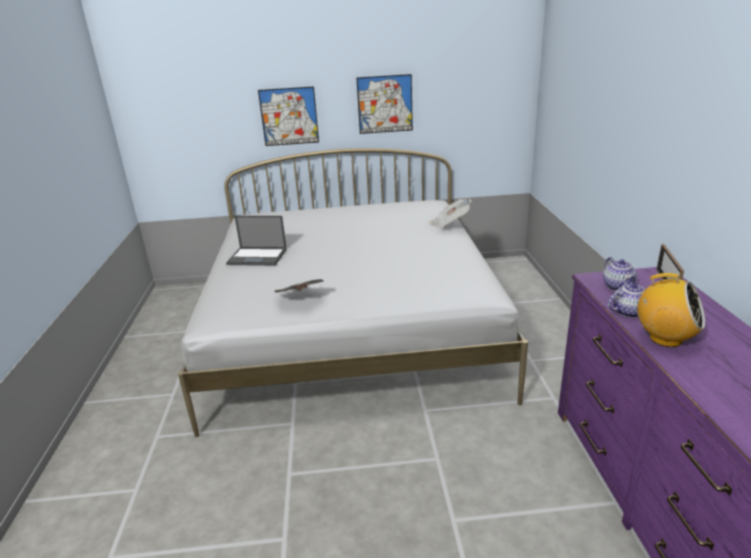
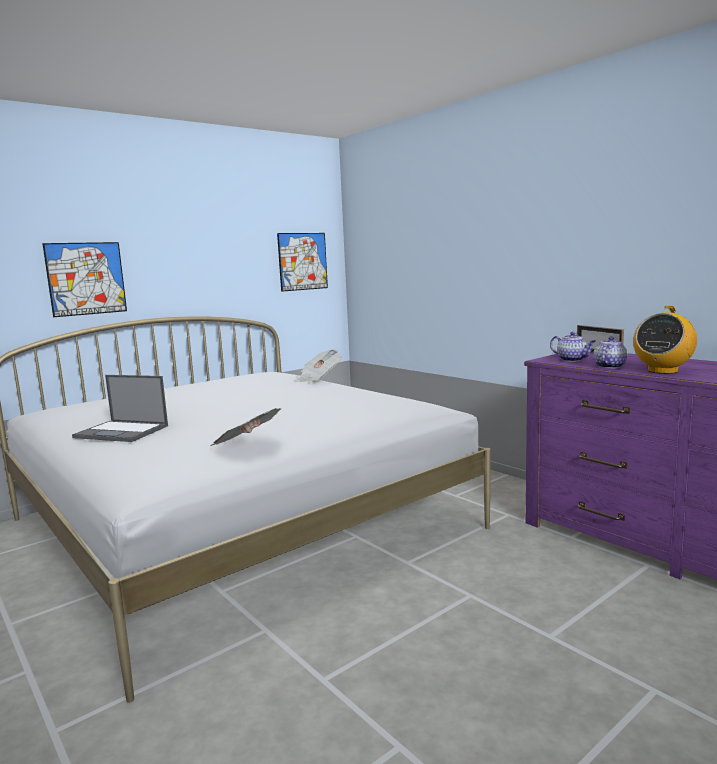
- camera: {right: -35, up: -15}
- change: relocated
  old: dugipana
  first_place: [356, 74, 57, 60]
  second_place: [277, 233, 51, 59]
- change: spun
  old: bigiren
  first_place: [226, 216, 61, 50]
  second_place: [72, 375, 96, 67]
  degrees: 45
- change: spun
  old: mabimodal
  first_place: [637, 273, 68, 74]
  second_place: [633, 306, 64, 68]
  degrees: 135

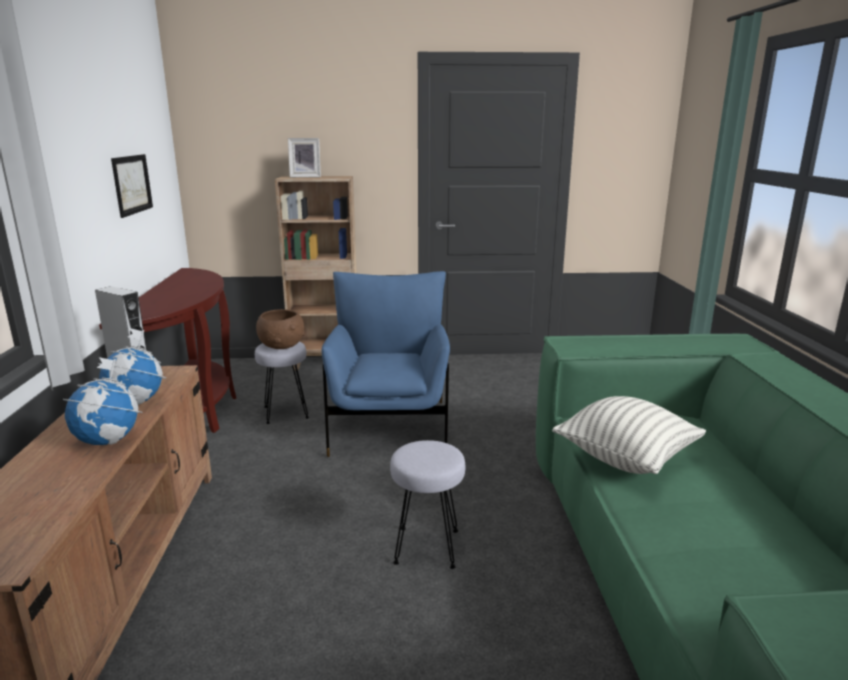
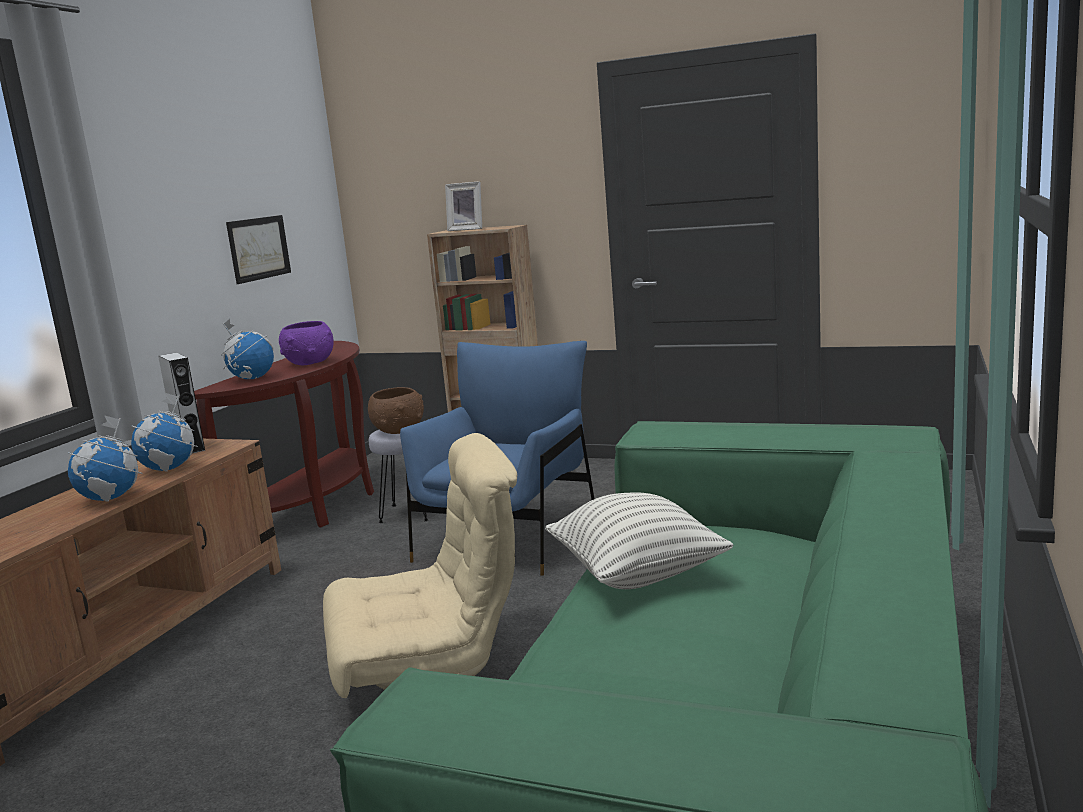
- camera: {right: 25, up: -5}
- change: appeared
  new: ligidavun
  second_place: [221, 319, 53, 60]
- change: appeared
  new: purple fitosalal
  second_place: [279, 321, 55, 44]
- change: exchanged
  old: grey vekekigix
  new: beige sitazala
  first_place: [390, 440, 75, 129]
  second_place: [323, 433, 194, 265]

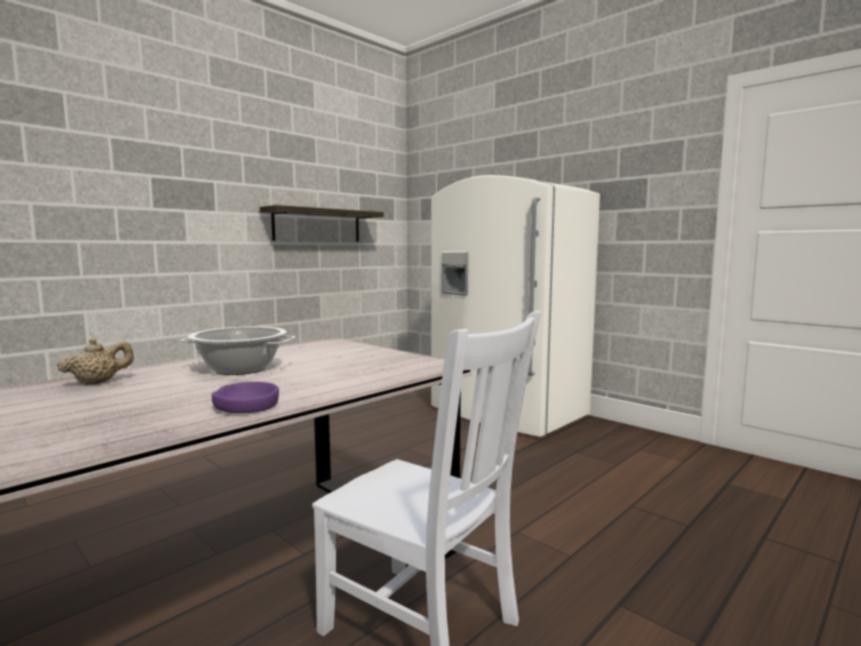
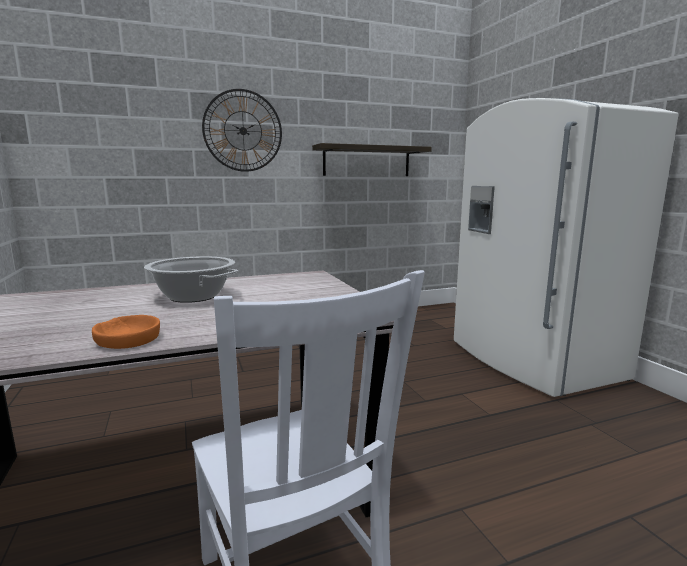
- camera: {right: 25, up: 5}
- change: missing
  old: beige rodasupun
  first_place: [56, 338, 77, 47]
- change: appeared
  new: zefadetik
  second_place: [202, 89, 80, 83]
- change: colour
  old: purple fitosalal
  new: orange fitosalal
  first_place: [212, 382, 67, 31]
  second_place: [92, 315, 68, 34]

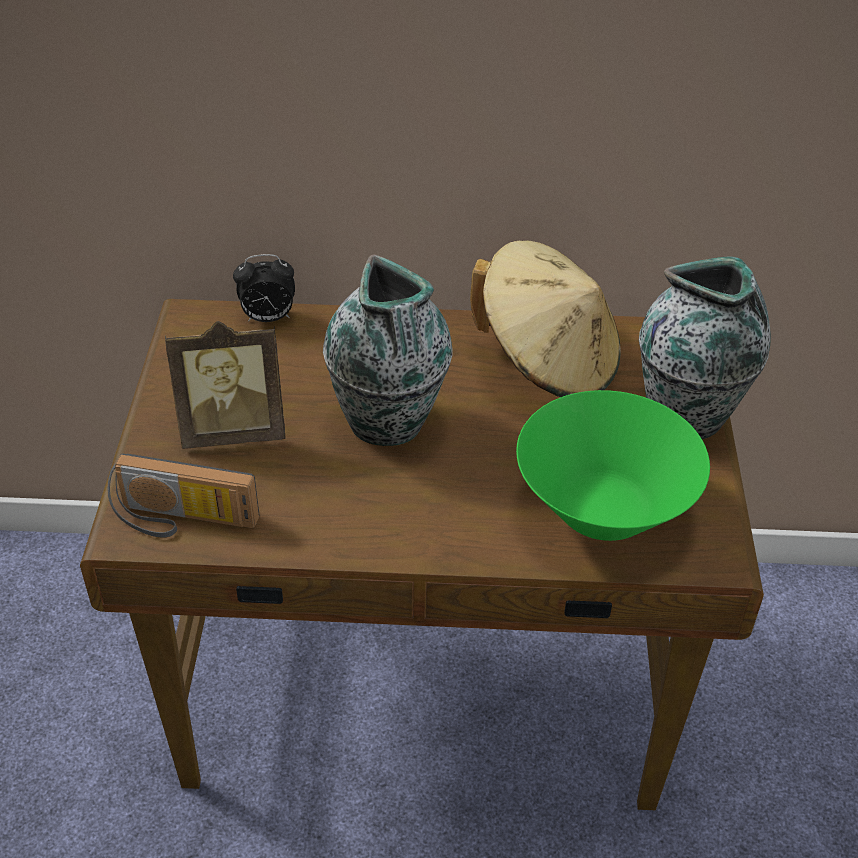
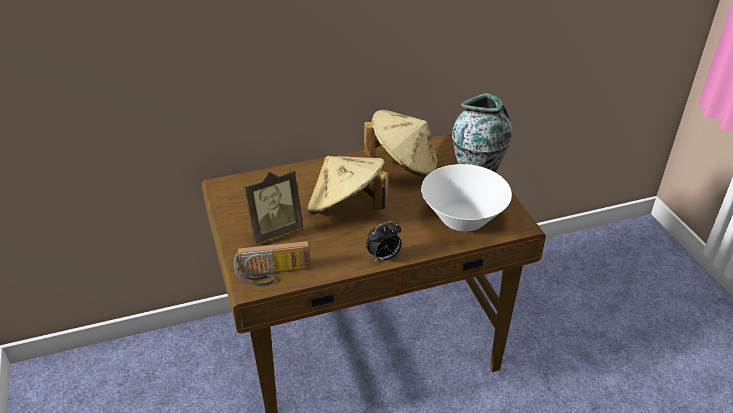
- camera: {right: -20, up: -5}
- change: relocated
  old: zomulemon
  first_place: [233, 254, 62, 68]
  second_place: [366, 221, 36, 41]
- change: exchanged
  old: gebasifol
  new: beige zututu
  first_place: [323, 255, 130, 191]
  second_place: [307, 156, 81, 58]
- change: colour
  old: green fitosalal
  new: white fitosalal
  first_place: [516, 390, 194, 151]
  second_place: [421, 164, 91, 68]

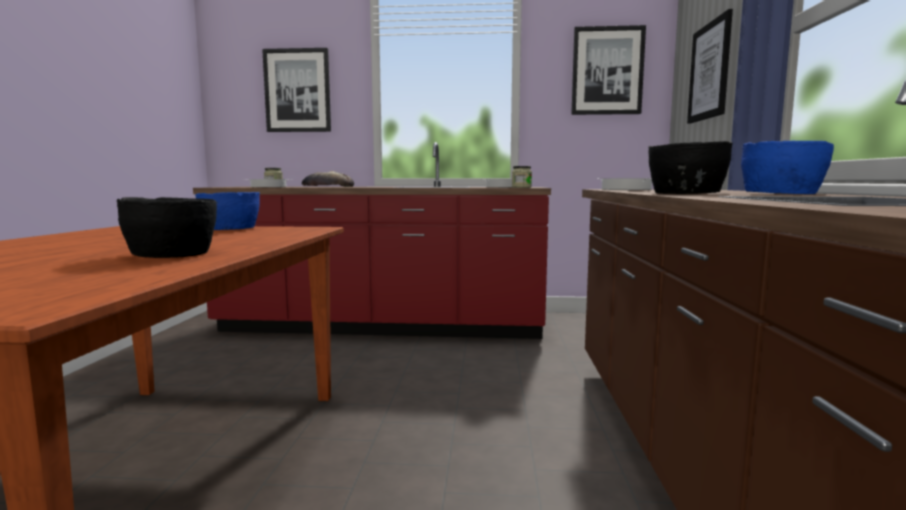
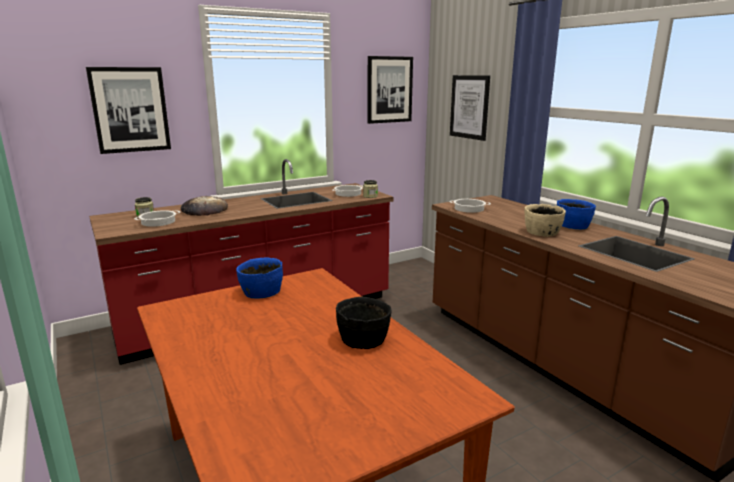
- camera: {right: -35, up: 10}
- change: colour
  old: black fitosalal
  new: beige fitosalal
  first_place: [648, 141, 85, 53]
  second_place: [524, 204, 42, 33]

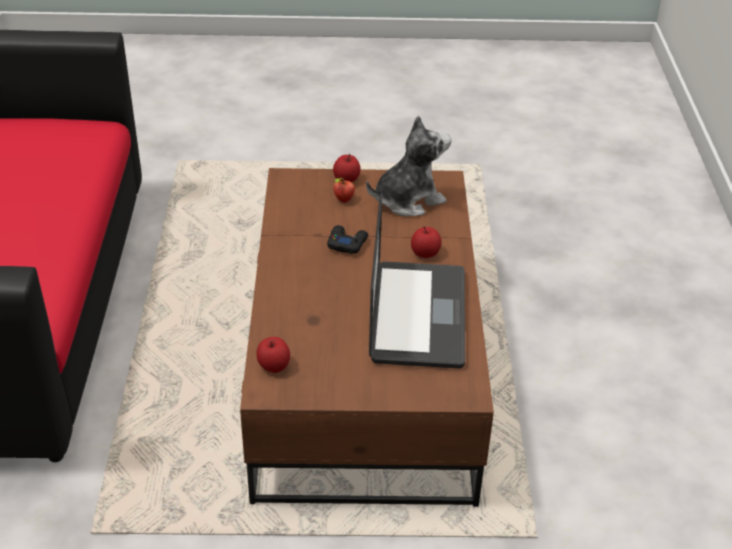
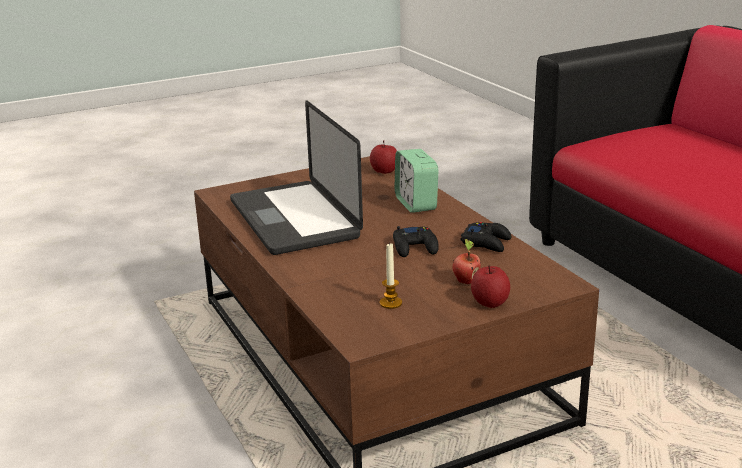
- camera: {right: 155, up: -15}
- change: missing
  old: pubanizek
  first_place: [411, 226, 31, 32]
- change: appeared
  new: zomulemon
  second_place: [395, 149, 43, 64]
- change: appeared
  new: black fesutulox
  second_place: [461, 222, 50, 30]
- change: exchanged
  old: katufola
  new: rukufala
  first_place: [366, 115, 85, 102]
  second_place: [380, 242, 22, 67]

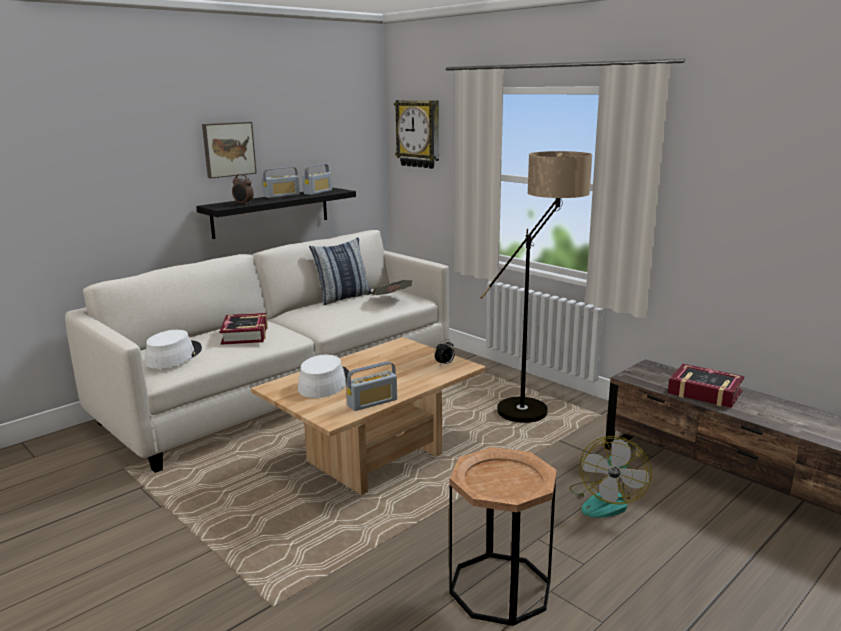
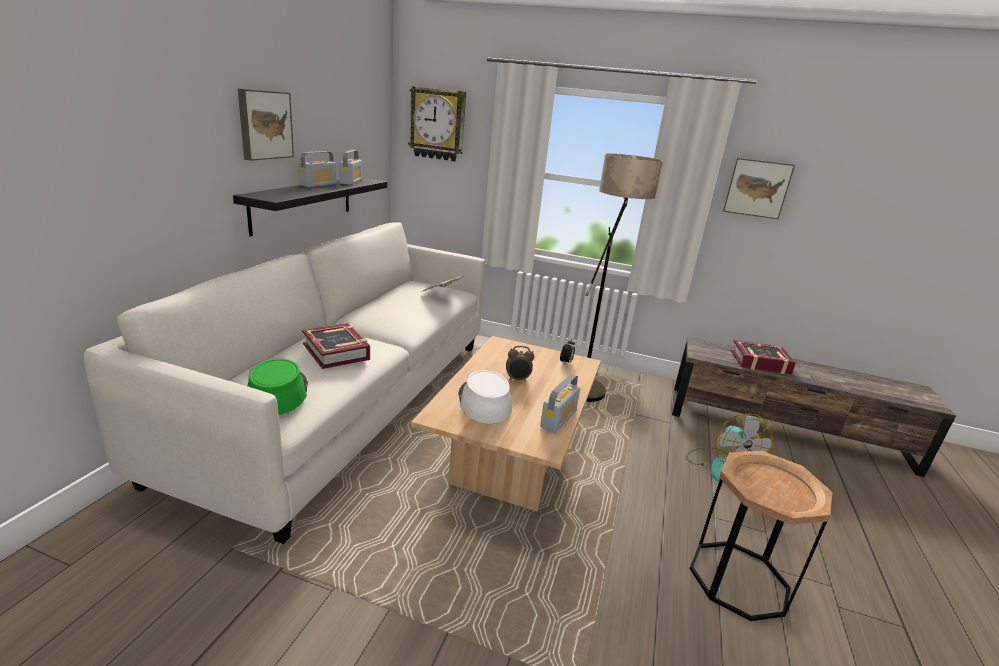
- camera: {right: -30, up: 5}
- change: missing
  old: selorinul
  first_place: [309, 237, 63, 68]
- change: appeared
  new: dugipana
  second_place: [723, 158, 72, 61]
- change: relocated
  old: zomulemon
  first_place: [232, 174, 22, 31]
  second_place: [506, 346, 29, 36]
- change: colour
  old: white zututu
  new: green zututu
  first_place: [145, 330, 57, 39]
  second_place: [247, 359, 61, 56]

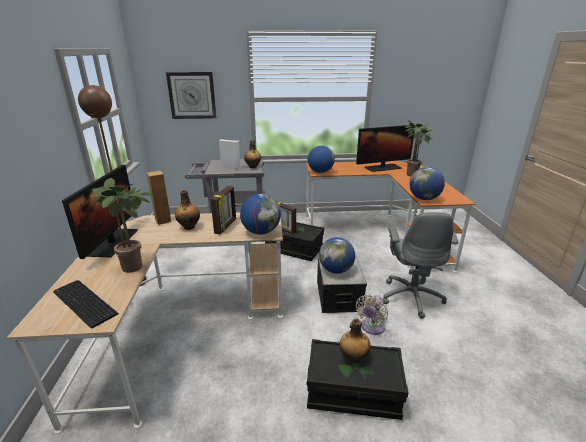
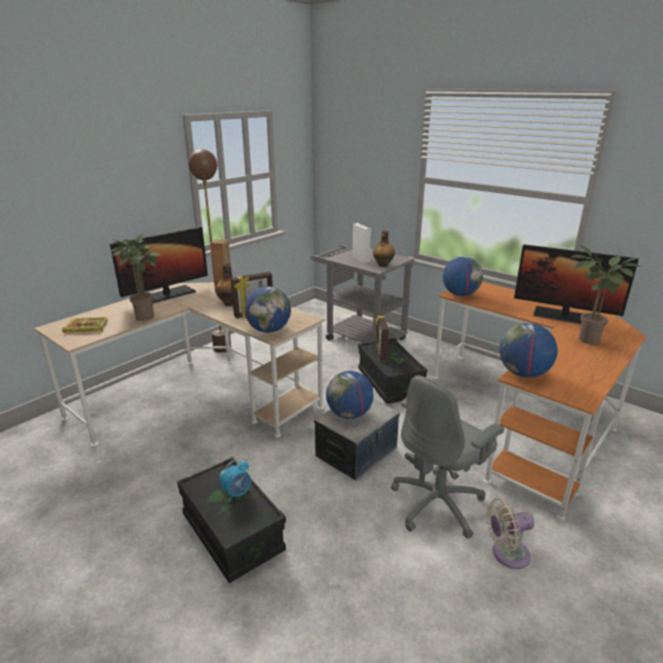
- camera: {right: 45, up: 0}
- change: missing
  old: zefadetik
  first_place: [166, 72, 51, 47]
- change: relocated
  old: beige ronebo
  first_place: [356, 295, 32, 40]
  second_place: [486, 499, 48, 70]
- change: exchanged
  old: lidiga
  new: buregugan
  first_place: [53, 280, 66, 49]
  second_place: [62, 317, 47, 16]
- change: exchanged
  old: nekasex
  new: zomulemon
  first_place: [339, 318, 32, 45]
  second_place: [219, 460, 32, 42]

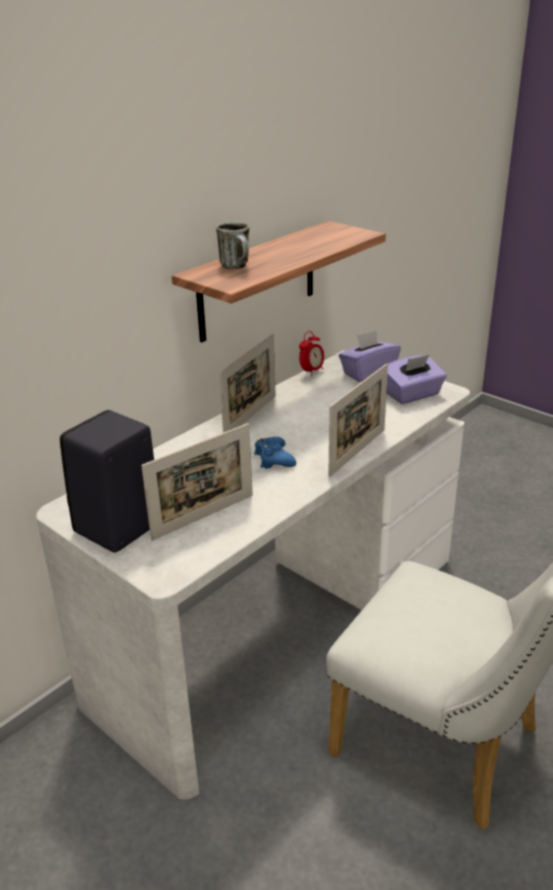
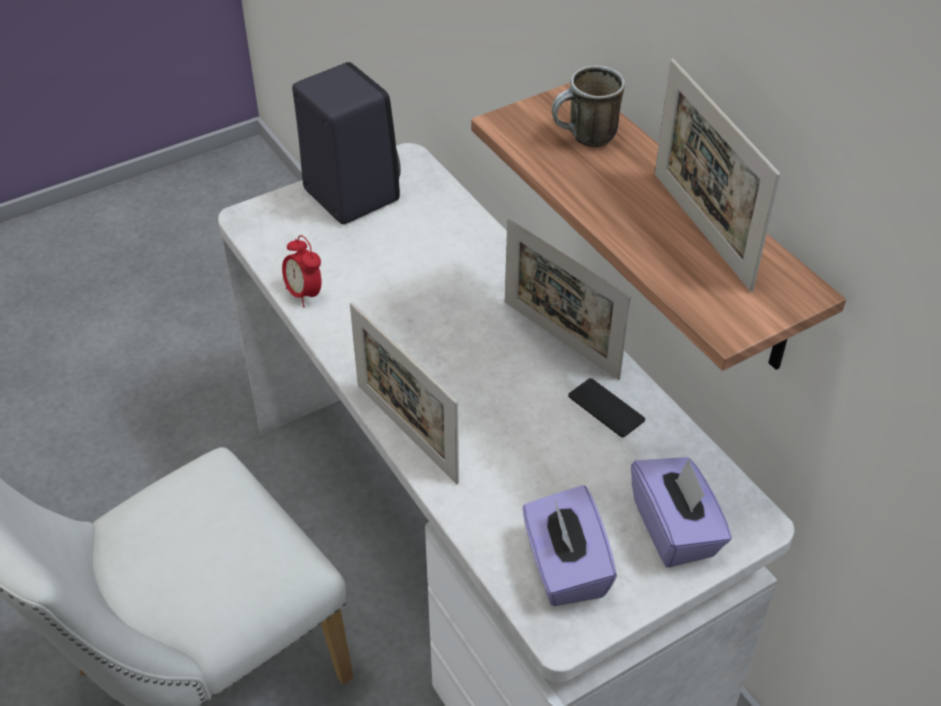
- camera: {right: 105, up: 15}
- change: missing
  old: blue fesutulox
  first_place: [254, 437, 42, 32]
- change: appeared
  new: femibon
  second_place: [568, 378, 77, 59]
- change: relocated
  old: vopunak
  first_place: [141, 423, 112, 118]
  second_place: [655, 59, 125, 233]
- change: relocated
  old: zomulemon
  first_place: [299, 331, 25, 45]
  second_place: [282, 235, 39, 72]

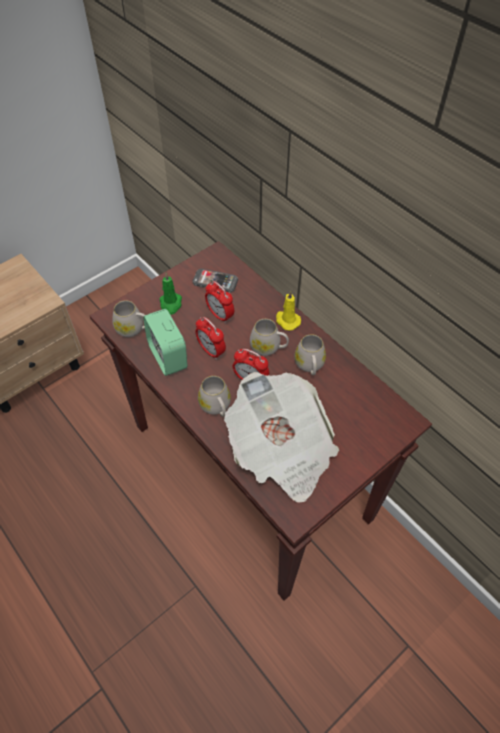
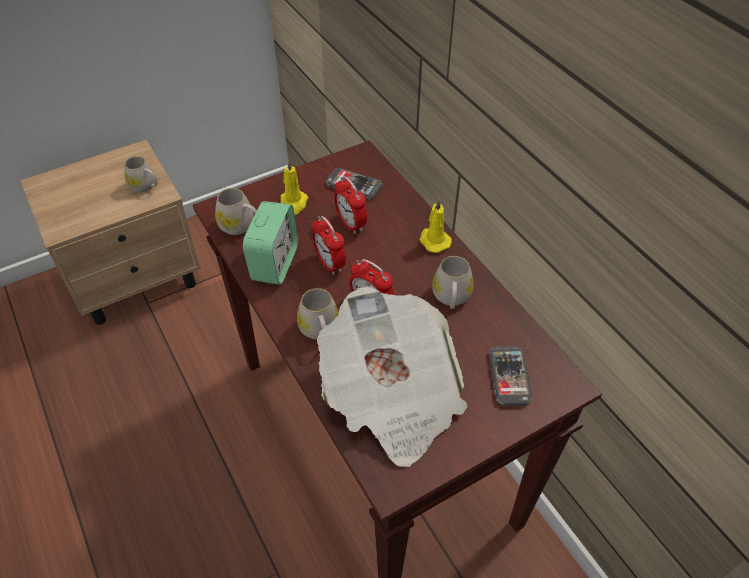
- camera: {right: 10, up: -5}
- change: appeared
  new: femibon
  second_place: [489, 346, 43, 60]
- change: relocated
  old: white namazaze
  first_place: [250, 319, 39, 37]
  second_place: [124, 156, 34, 37]
- change: colour
  old: green rukufala
  new: yellow rukufala
  first_place: [159, 273, 23, 42]
  second_place: [280, 160, 28, 55]
- change: spun
  old: zomulemon
  first_place: [143, 309, 45, 67]
  second_place: [243, 201, 55, 84]
  degrees: -150

